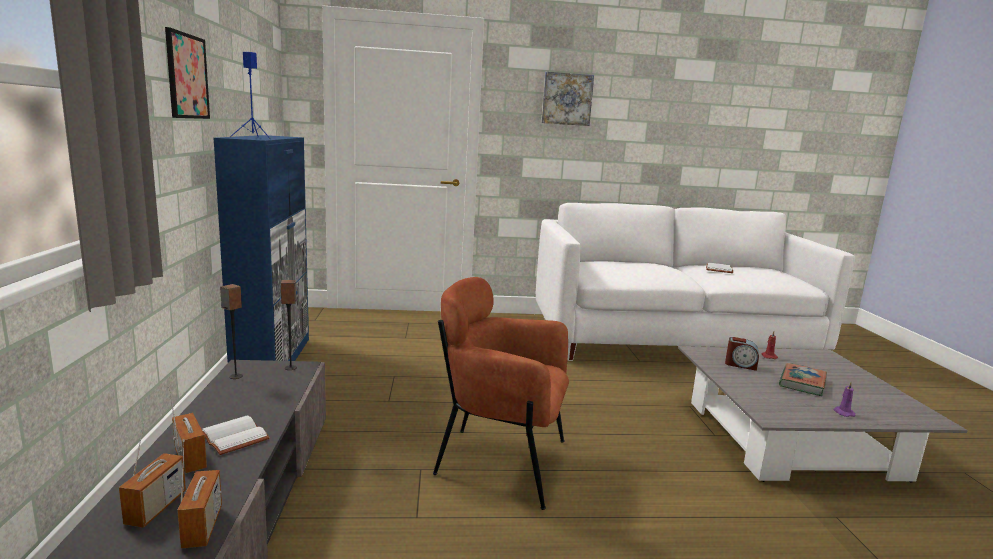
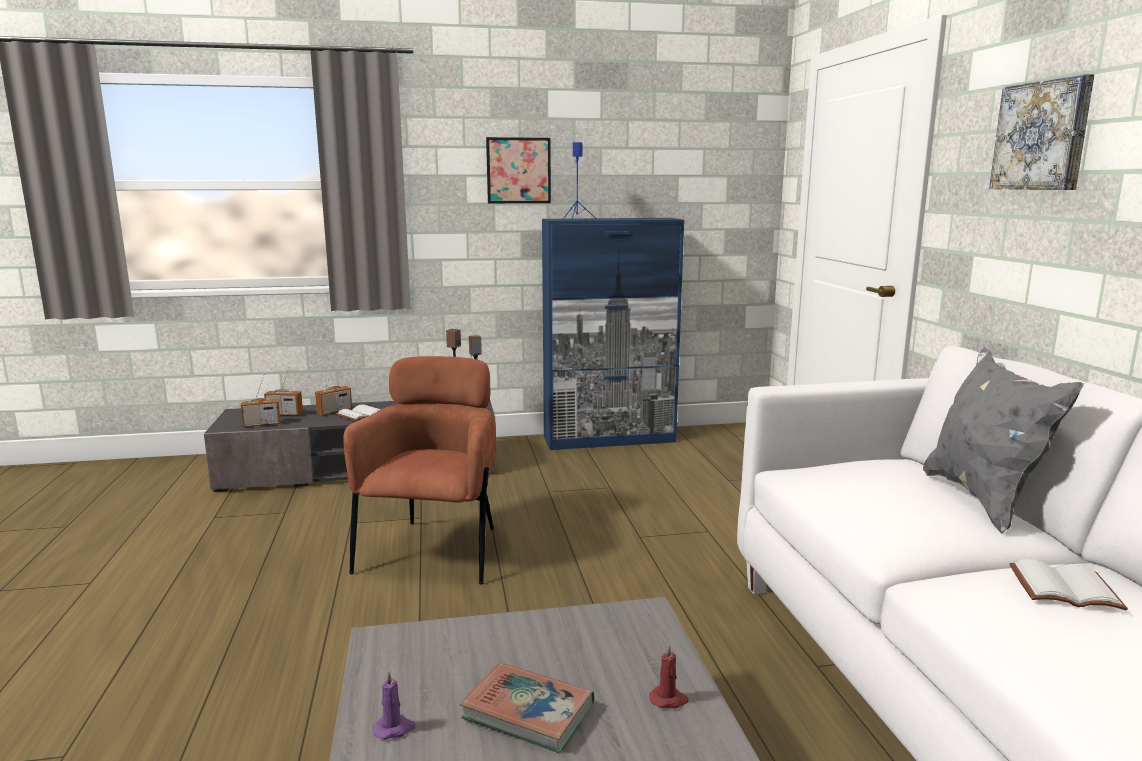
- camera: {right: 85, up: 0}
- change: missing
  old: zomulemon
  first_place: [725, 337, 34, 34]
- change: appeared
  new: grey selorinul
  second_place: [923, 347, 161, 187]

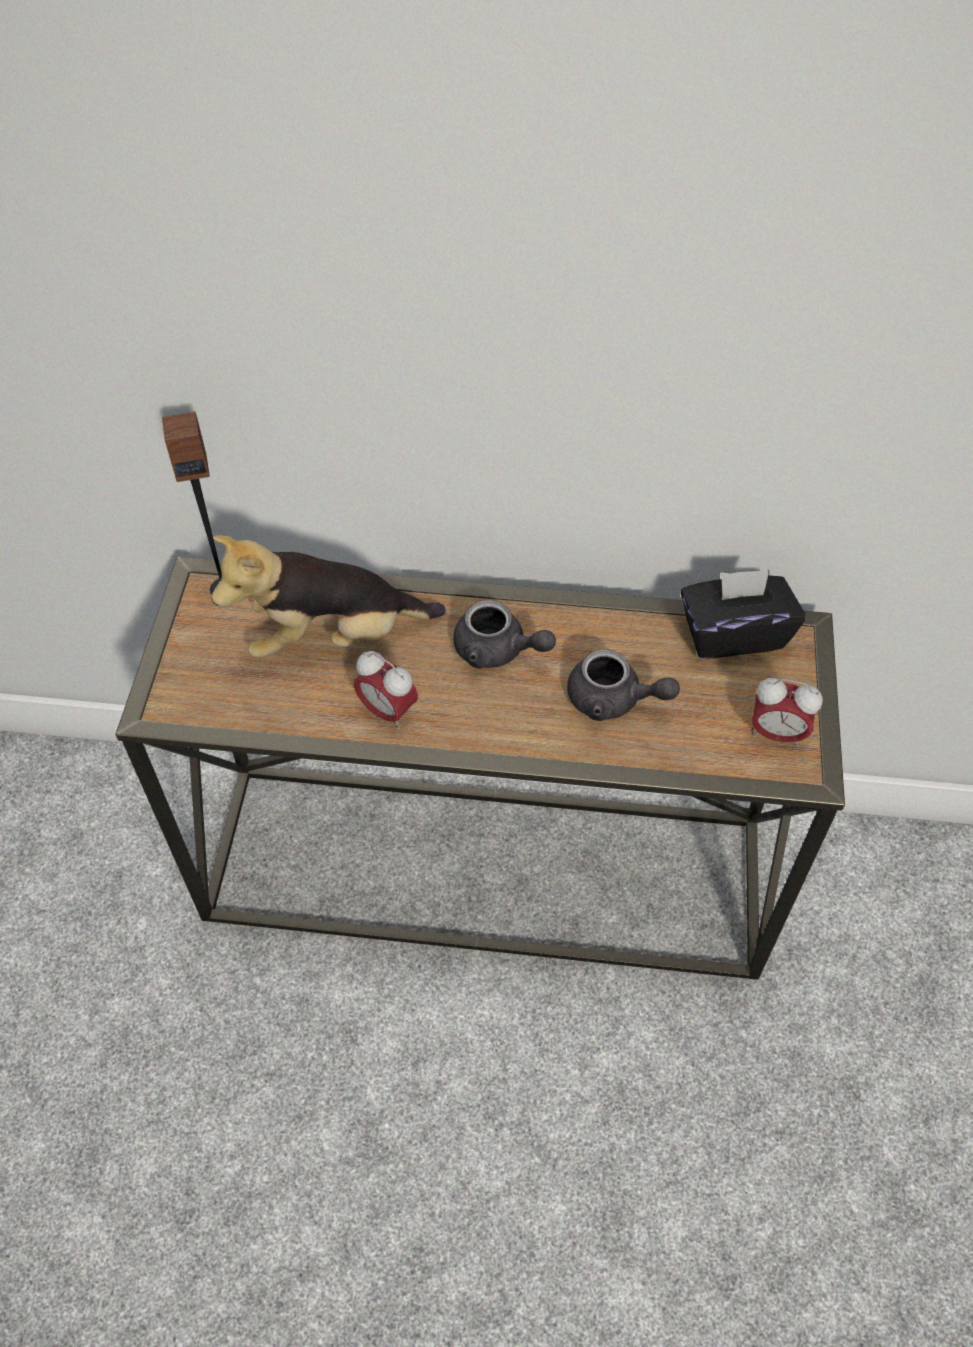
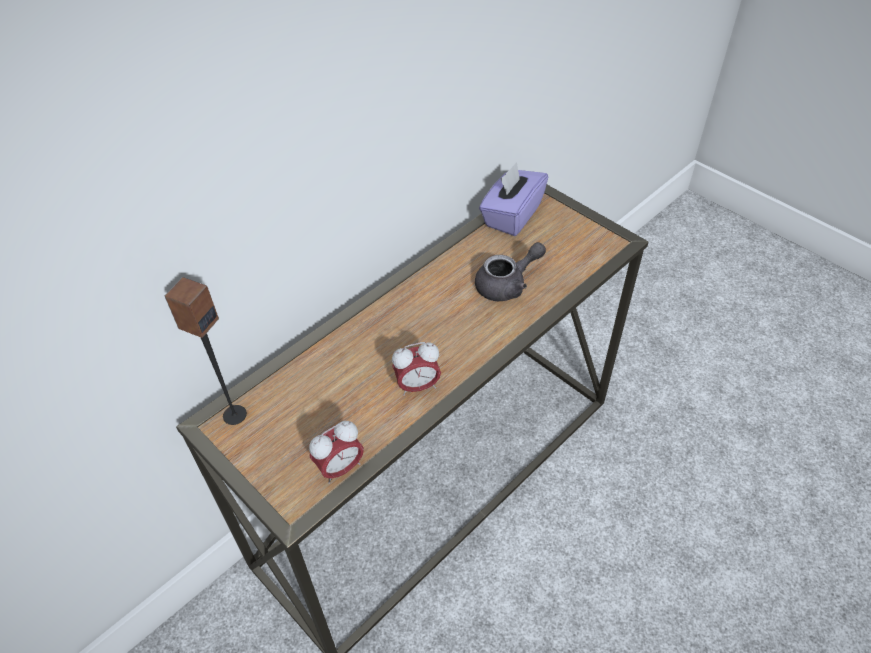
- camera: {right: -50, up: -5}
- change: missing
  old: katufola
  first_place: [211, 535, 235, 123]
- change: missing
  old: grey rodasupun
  first_place: [453, 600, 103, 69]
- change: relocated
  old: zomulemon
  first_place: [752, 678, 71, 69]
  second_place: [309, 421, 55, 63]
- change: colour
  old: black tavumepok
  new: purple tavumepok
  first_place: [680, 569, 126, 90]
  second_place: [479, 162, 69, 74]

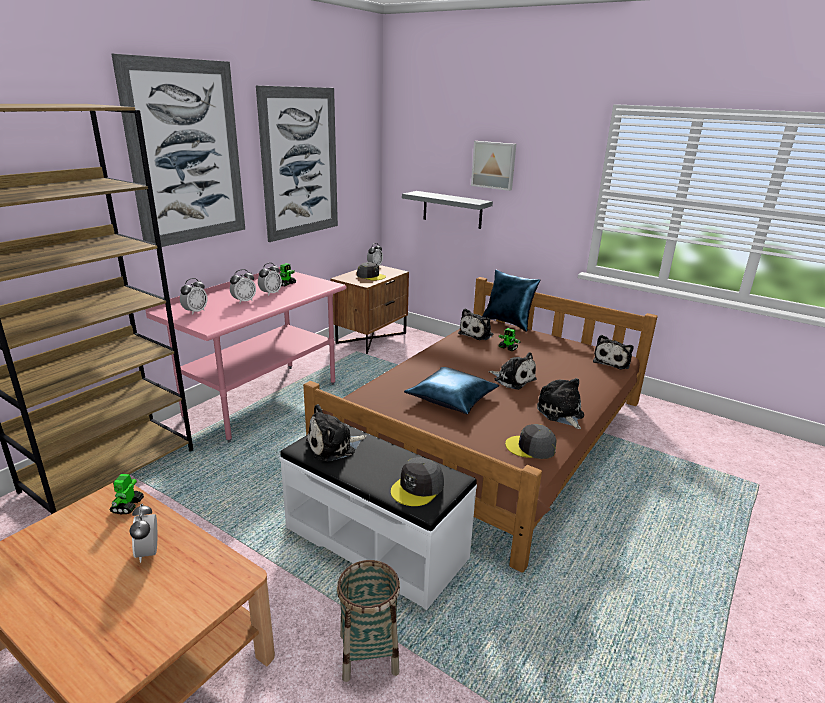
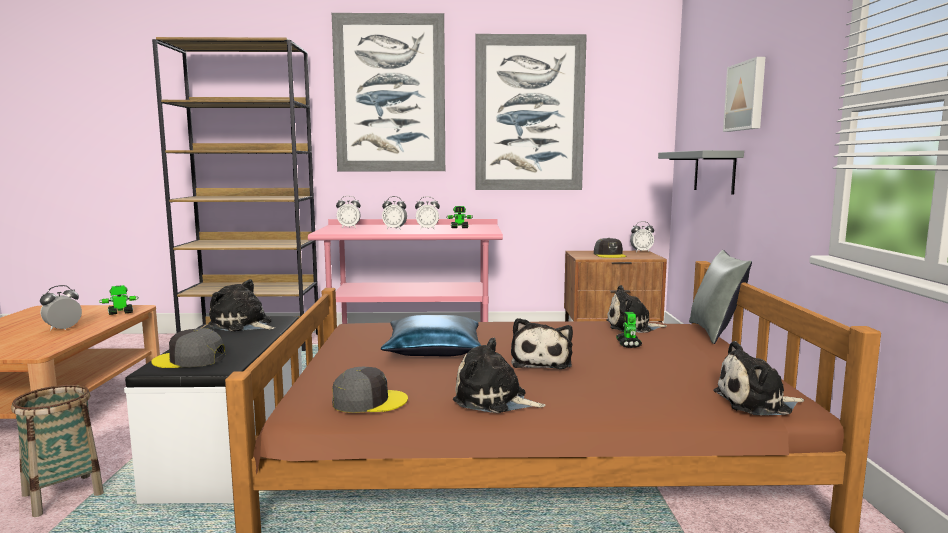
- camera: {right: 55, up: -15}
- change: colour
  old: blue selorinul
  new: grey selorinul
  first_place: [482, 270, 58, 62]
  second_place: [689, 250, 63, 94]
- change: spun
  old: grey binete
  first_place: [505, 424, 52, 35]
  second_place: [332, 367, 76, 46]
  degrees: 105
- change: spun
  old: katufola
  first_place: [537, 378, 47, 51]
  second_place: [453, 338, 93, 75]
  degrees: -105

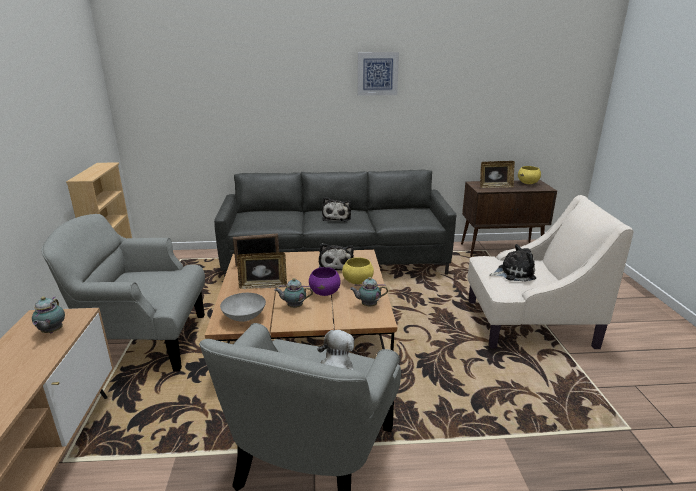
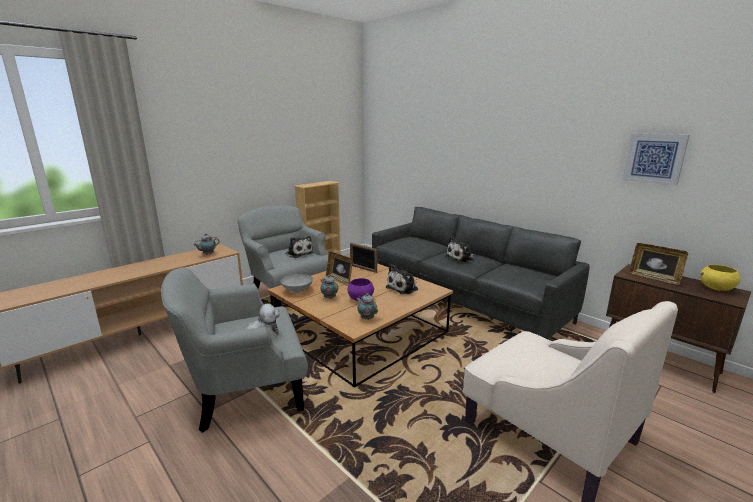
- camera: {right: 50, up: -5}
- change: missing
  old: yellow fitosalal
  first_place: [342, 257, 32, 28]
- change: relocated
  old: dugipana
  first_place: [357, 52, 42, 44]
  second_place: [622, 133, 67, 53]
- change: relocated
  old: katufola
  first_place: [489, 244, 47, 38]
  second_place: [286, 236, 27, 22]

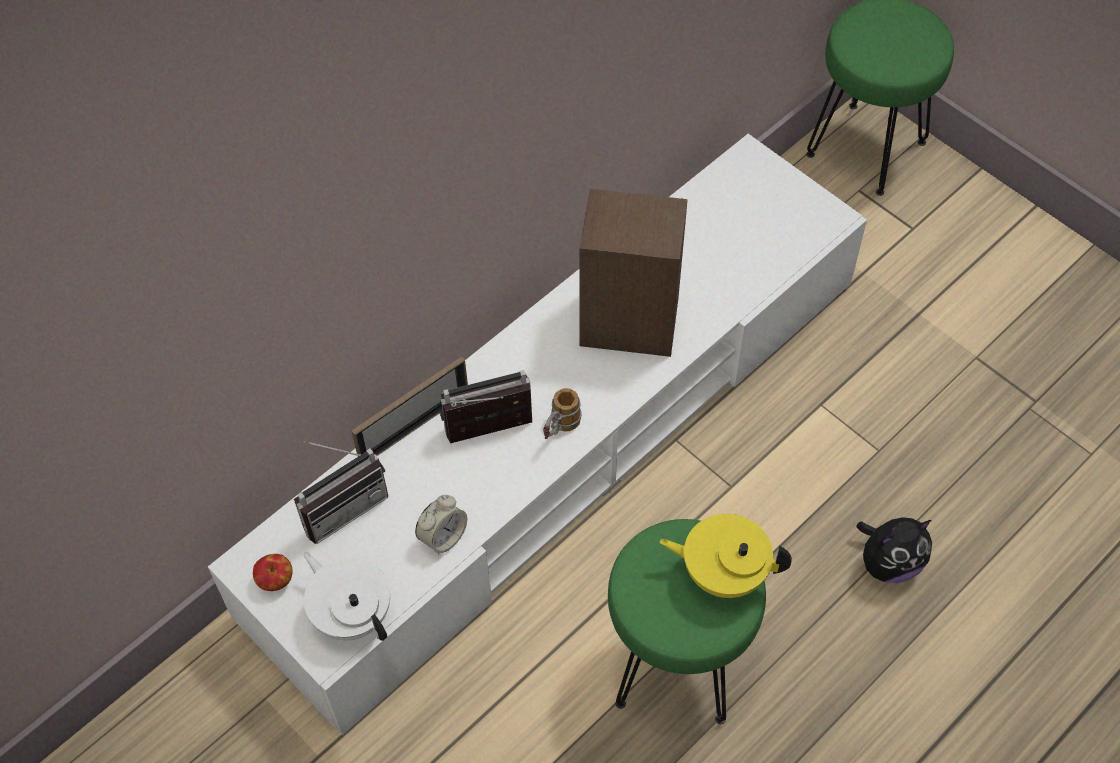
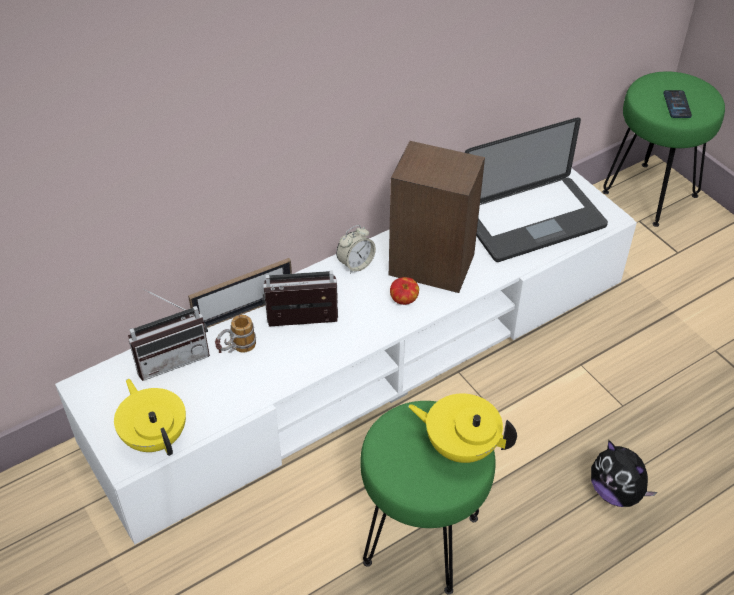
- camera: {right: 10, up: -10}
- change: appeared
  new: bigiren
  second_place: [465, 117, 143, 145]
- change: appeared
  new: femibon
  second_place: [663, 90, 29, 28]
- change: relocated
  old: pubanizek
  first_place: [253, 554, 39, 37]
  second_place: [390, 277, 29, 28]
- change: relocated
  old: zomulemon
  first_place: [415, 495, 52, 60]
  second_place: [336, 225, 40, 49]
- change: relocated
  old: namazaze
  first_place: [543, 388, 39, 51]
  second_place: [215, 315, 41, 38]
- change: colour
  old: white rodasupun
  new: yellow rodasupun
  first_place: [304, 552, 86, 89]
  second_place: [114, 379, 72, 77]
- change: spun
  old: katufola
  first_place: [856, 517, 76, 66]
  second_place: [591, 440, 66, 67]
  degrees: 60

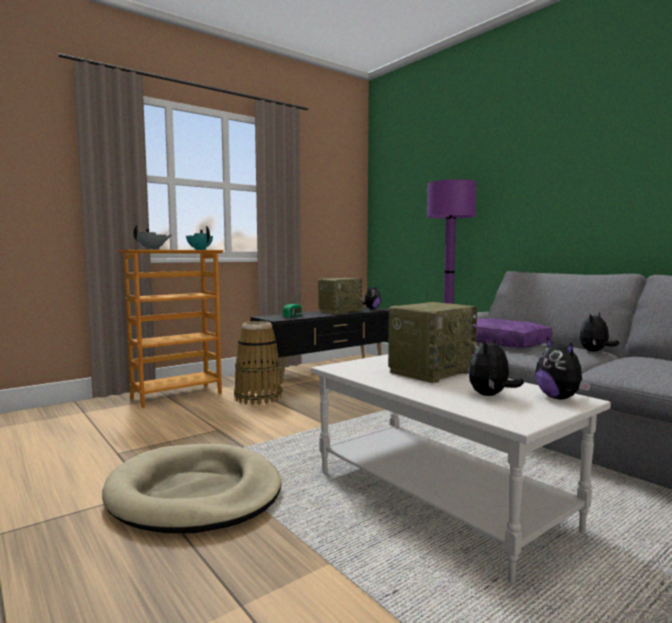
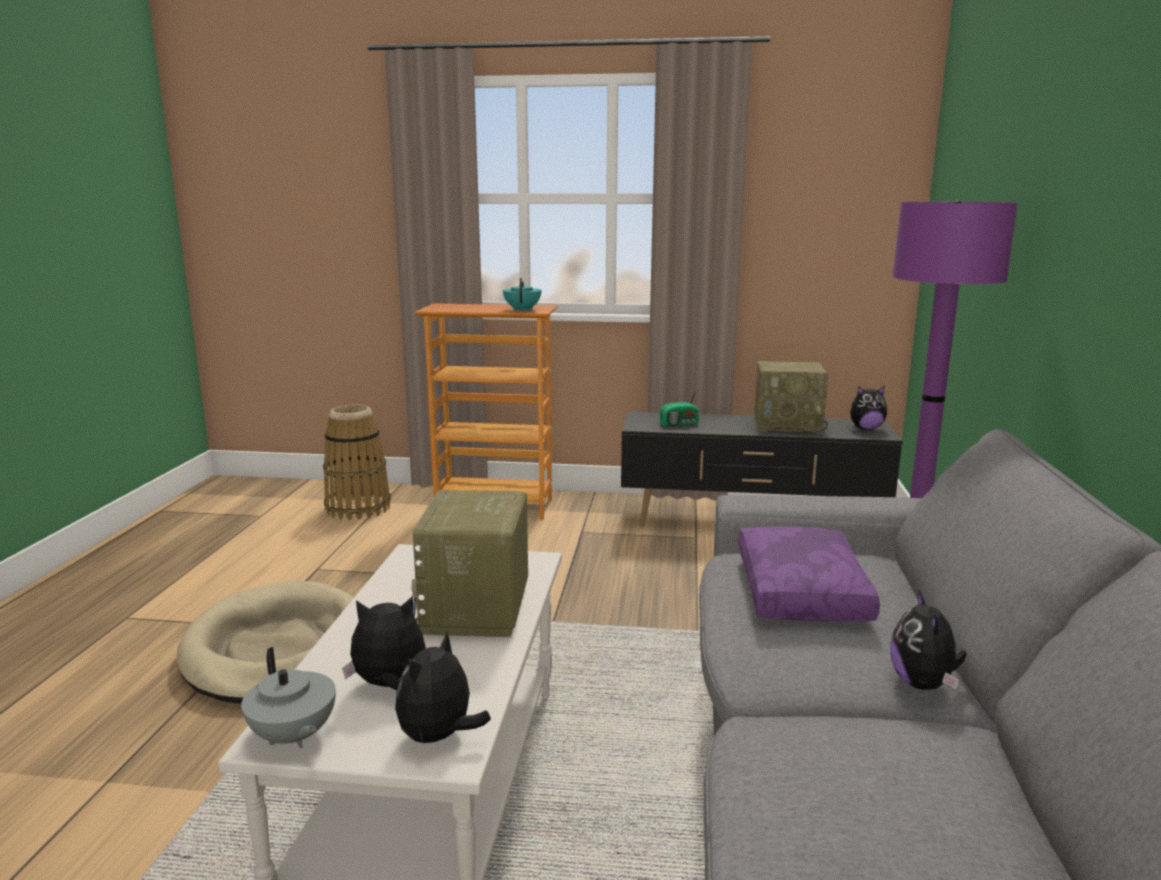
- camera: {right: 45, up: 10}
- change: relocated
  old: grey rodasupun
  first_place: [133, 225, 39, 25]
  second_place: [241, 647, 95, 101]
- change: relocated
  old: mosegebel
  first_place: [234, 321, 48, 84]
  second_place: [323, 404, 68, 116]
- change: spun
  old: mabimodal
  first_place: [388, 302, 89, 81]
  second_place: [411, 490, 117, 147]
  degrees: 90
- change: spun
  old: katufola
  first_place: [579, 312, 40, 39]
  second_place: [890, 591, 76, 99]
  degrees: -90

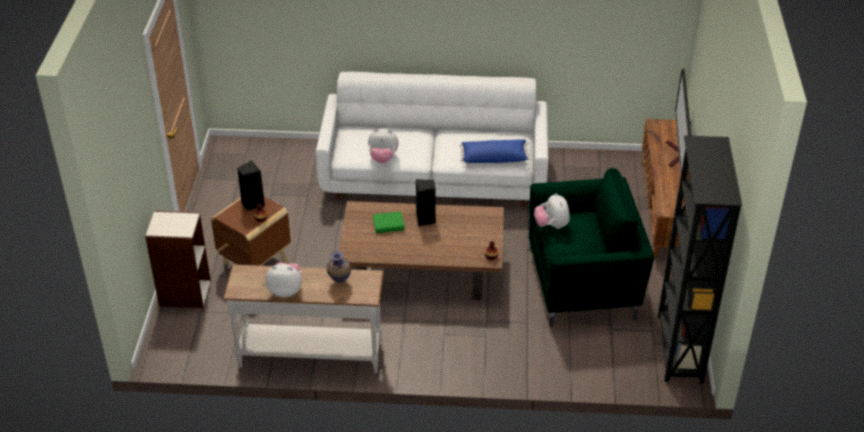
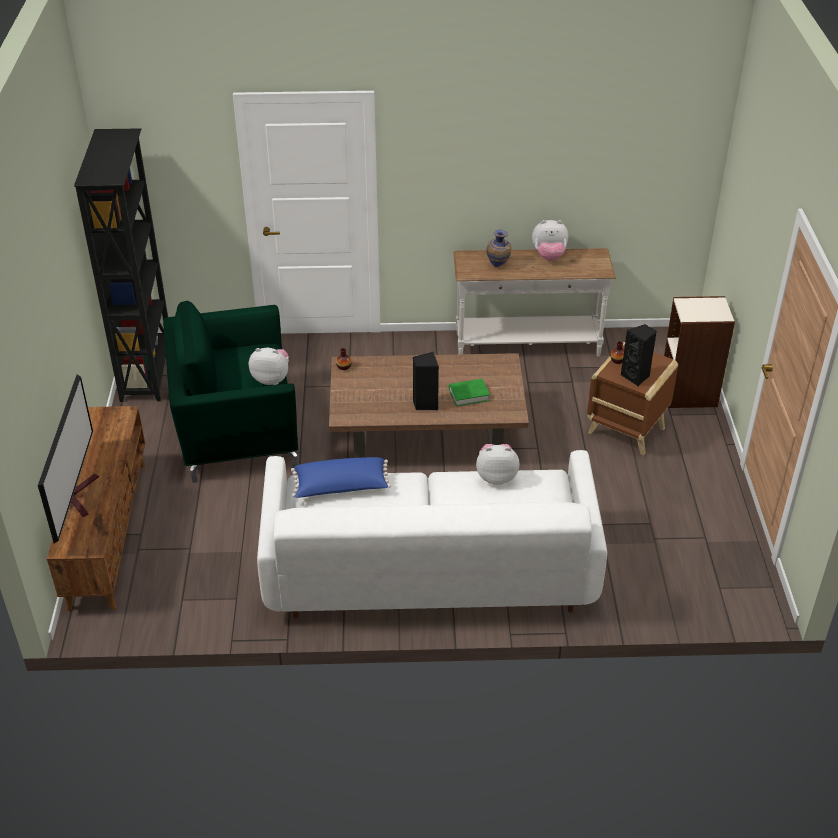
- camera: {right: 175, up: 0}
- change: spun
  old: katufola
  first_place: [534, 193, 36, 36]
  second_place: [249, 348, 40, 37]
  degrees: -60

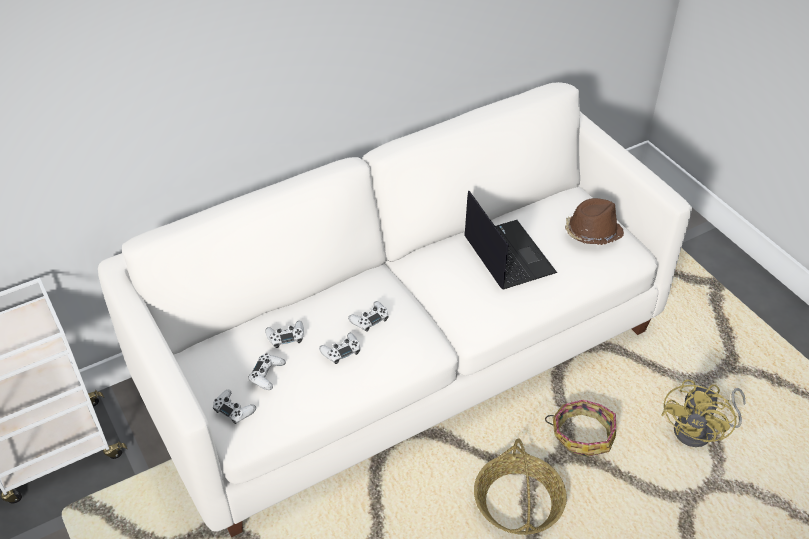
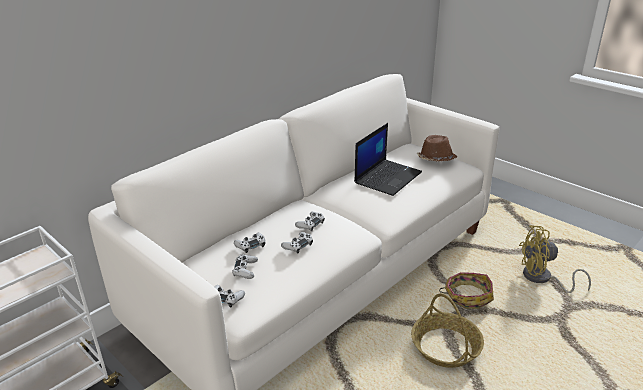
- camera: {right: -15, up: -15}
- change: spun
  old: bigiren
  first_place: [464, 191, 93, 98]
  second_place: [354, 123, 68, 73]
  degrees: 75
- change: spun
  old: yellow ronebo
  first_place: [661, 380, 85, 67]
  second_place: [519, 226, 72, 67]
  degrees: 75

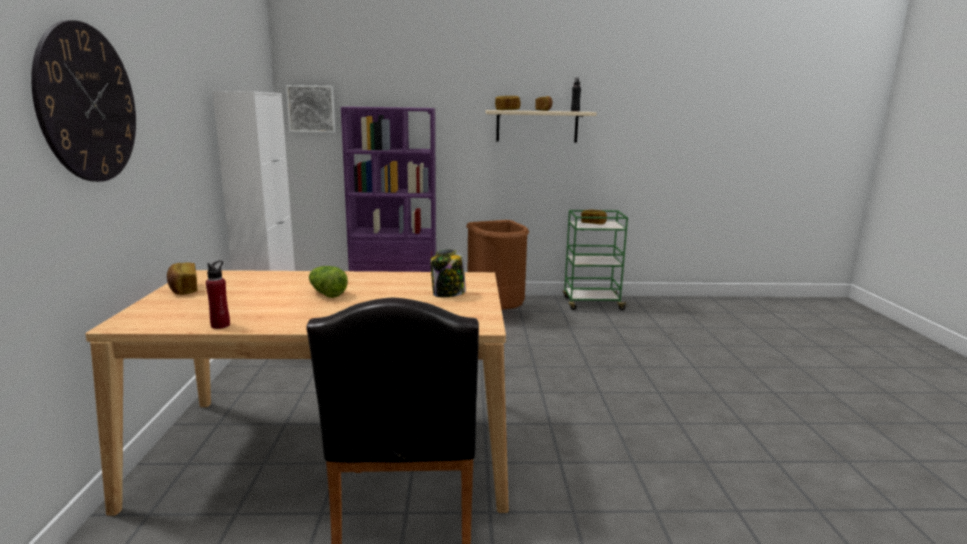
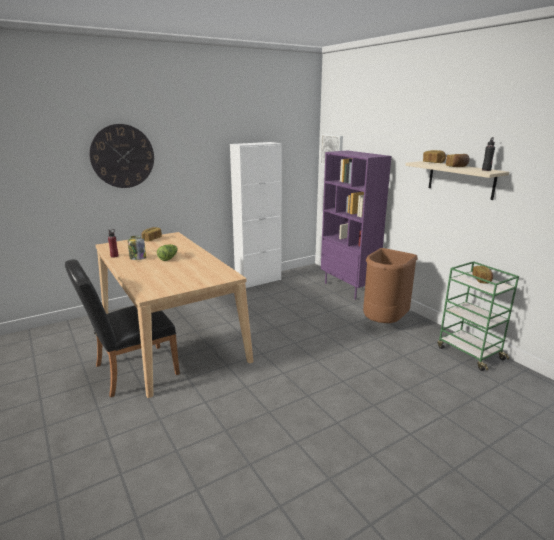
- camera: {right: 60, up: 5}
- change: relocated
  old: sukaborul
  first_place: [430, 249, 36, 48]
  second_place: [128, 236, 18, 24]

